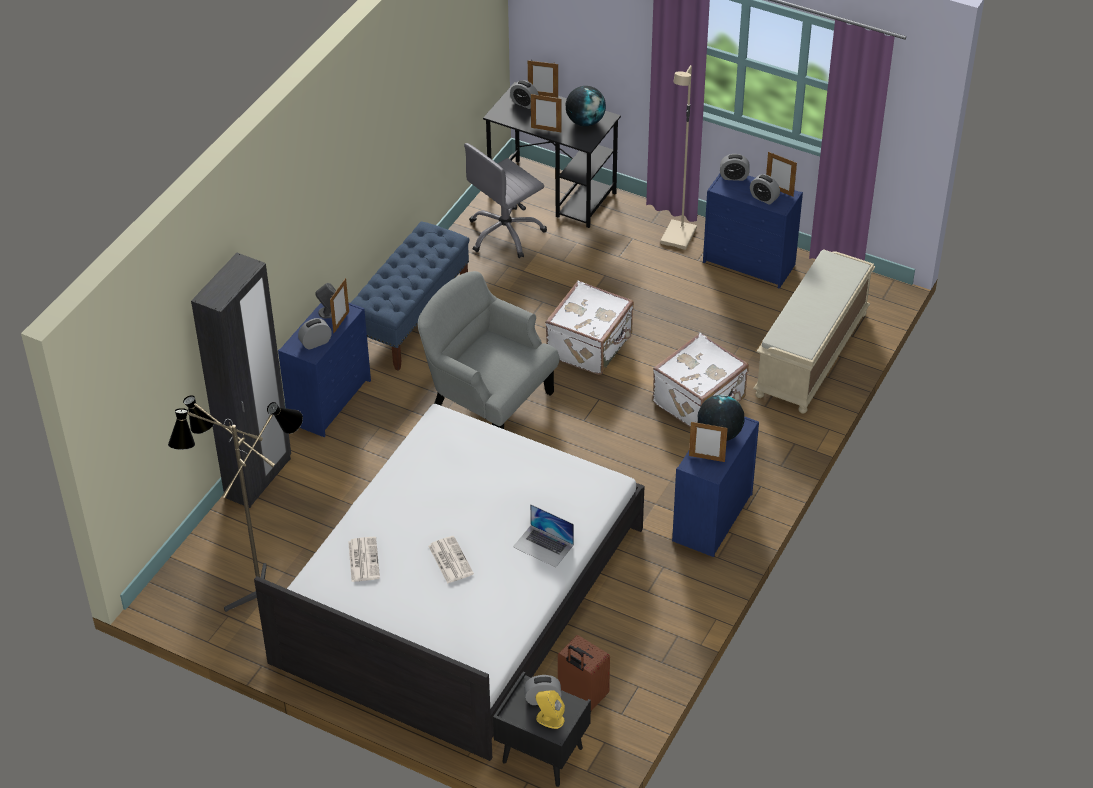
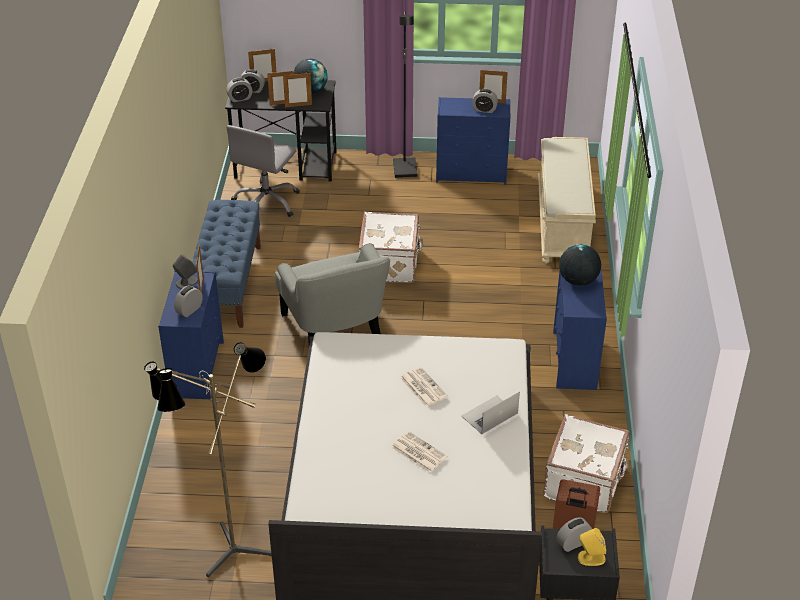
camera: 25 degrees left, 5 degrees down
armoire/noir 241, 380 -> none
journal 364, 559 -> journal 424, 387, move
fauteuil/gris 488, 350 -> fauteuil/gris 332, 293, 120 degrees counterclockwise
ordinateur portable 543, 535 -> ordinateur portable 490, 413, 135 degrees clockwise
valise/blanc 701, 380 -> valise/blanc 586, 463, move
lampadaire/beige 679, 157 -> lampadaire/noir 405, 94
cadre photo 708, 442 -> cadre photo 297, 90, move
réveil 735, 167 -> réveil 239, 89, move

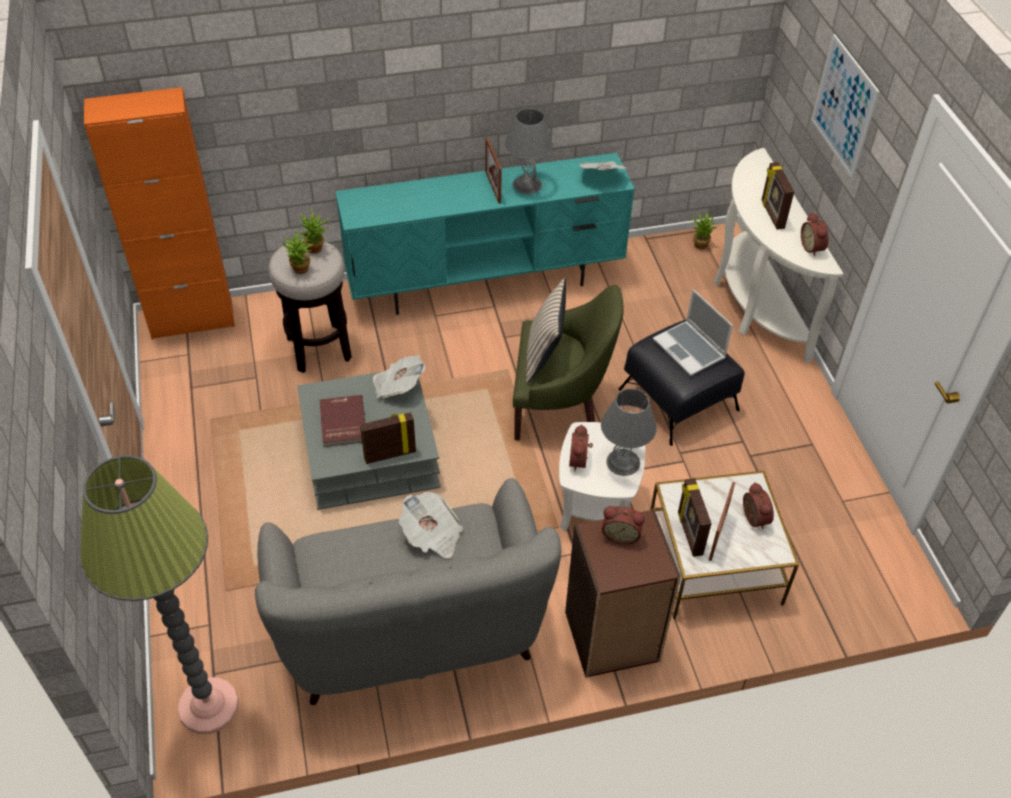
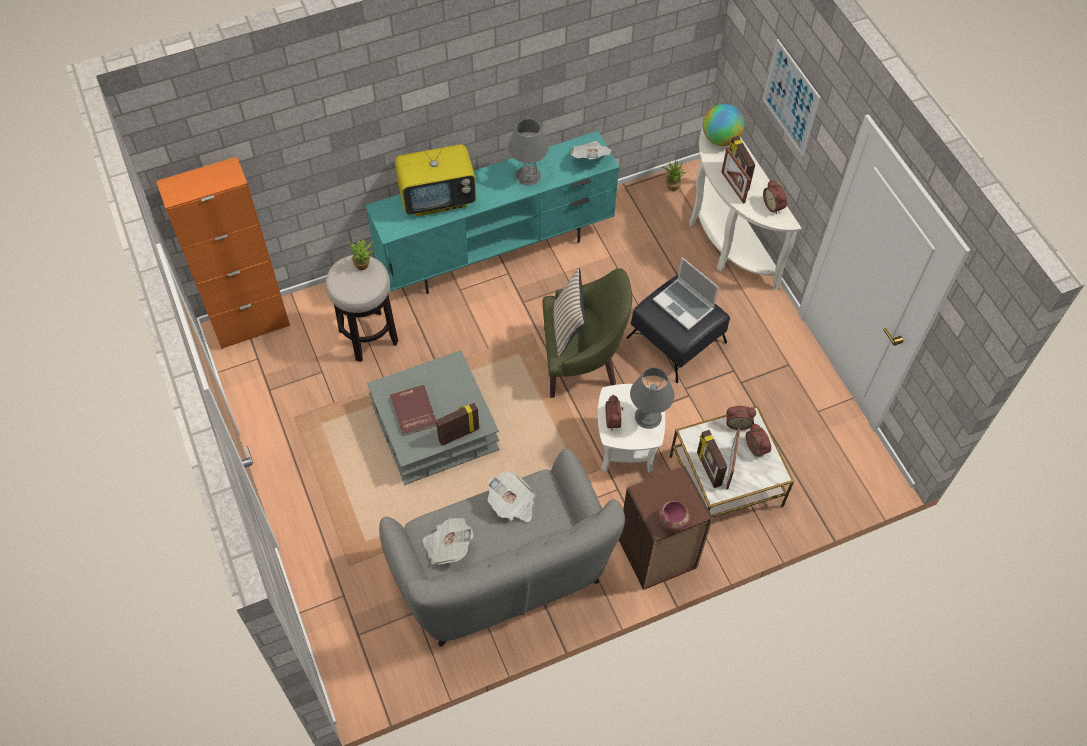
camera: 10 degrees left, 10 degrees up
lampadaire 159, 594 -> none
plante en pot 298, 251 -> none
journal 399, 376 -> journal 447, 541, move
cadre photo 493, 170 -> cadre photo 736, 175, move
réveil 623, 525 -> réveil 741, 418, move
none -> téléviseur 435, 177
none -> bol 674, 516
none -> globe 724, 125

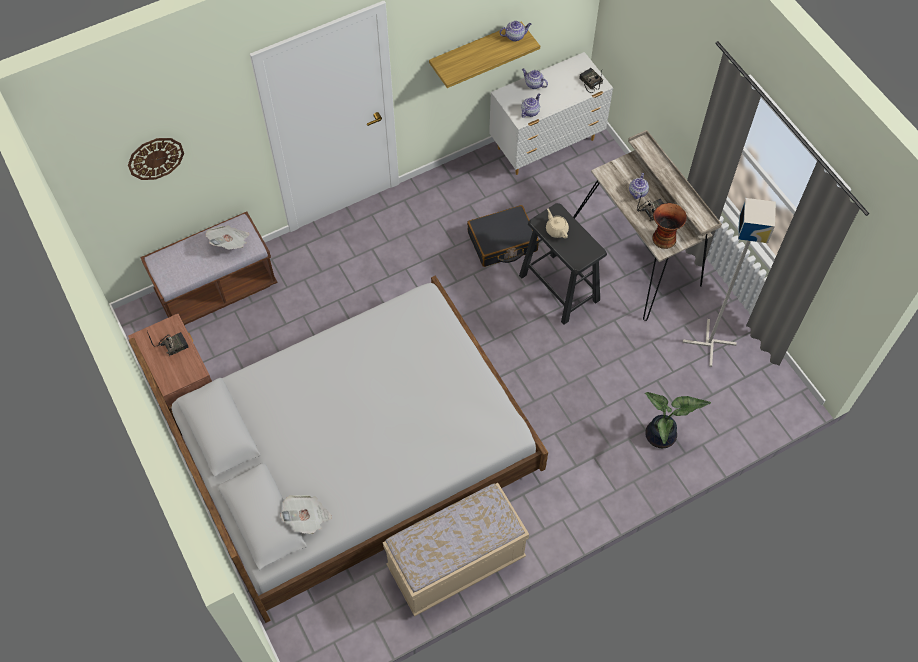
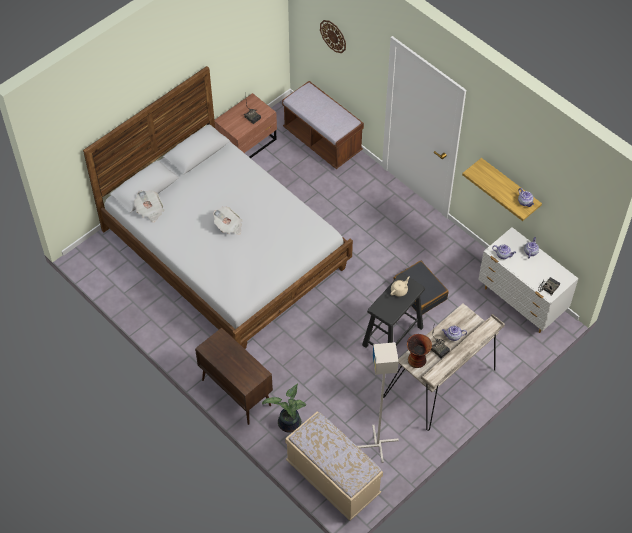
camera: 75 degrees right, 5 degrees down
journal 228, 237 -> journal 227, 221, move
banc/beige 456, 550 -> banc/beige 334, 466, move
none -> meuble de rangement/marron 234, 376

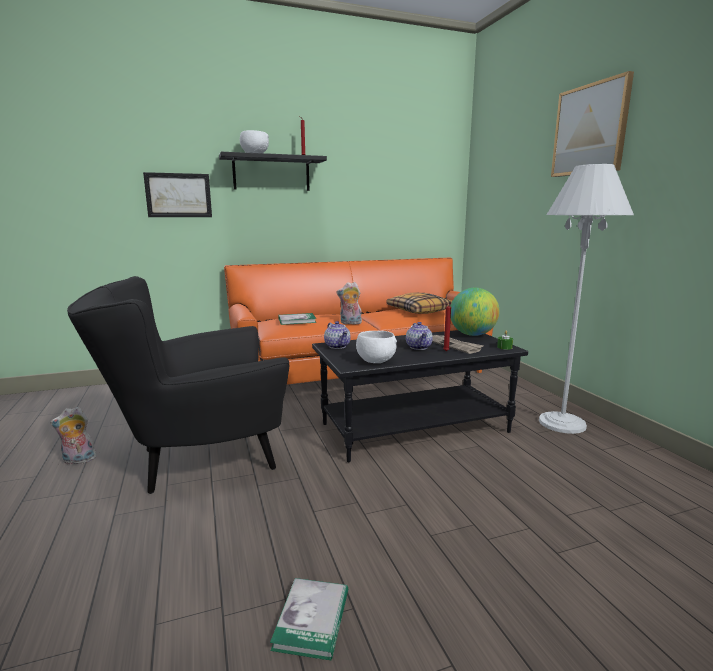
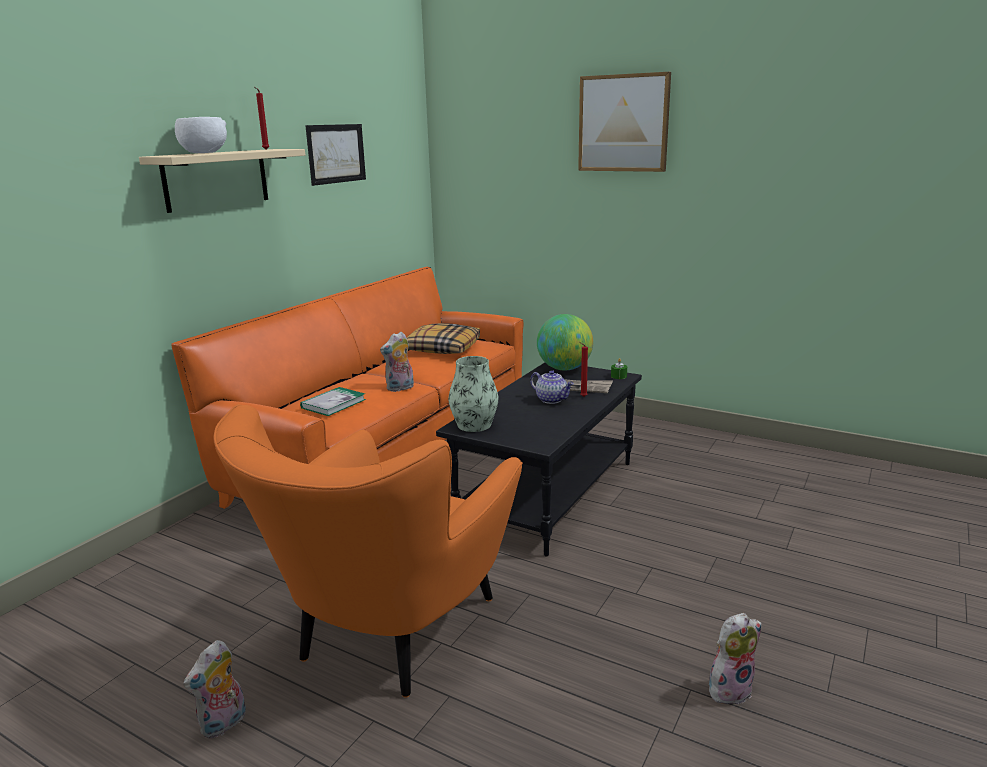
camera: 40 degrees left, 5 degrees up
fauteuil/noir 178, 385 -> fauteuil/orange 368, 551
tableau 177, 194 -> tableau 335, 155, move
étagère/noir 273, 171 -> étagère/beige 222, 181
livre 309, 619 -> peluche 735, 658
théière 337, 335 -> vase 473, 394
bol/blanc 376, 347 -> none
lampadaire/blanc 586, 299 -> none

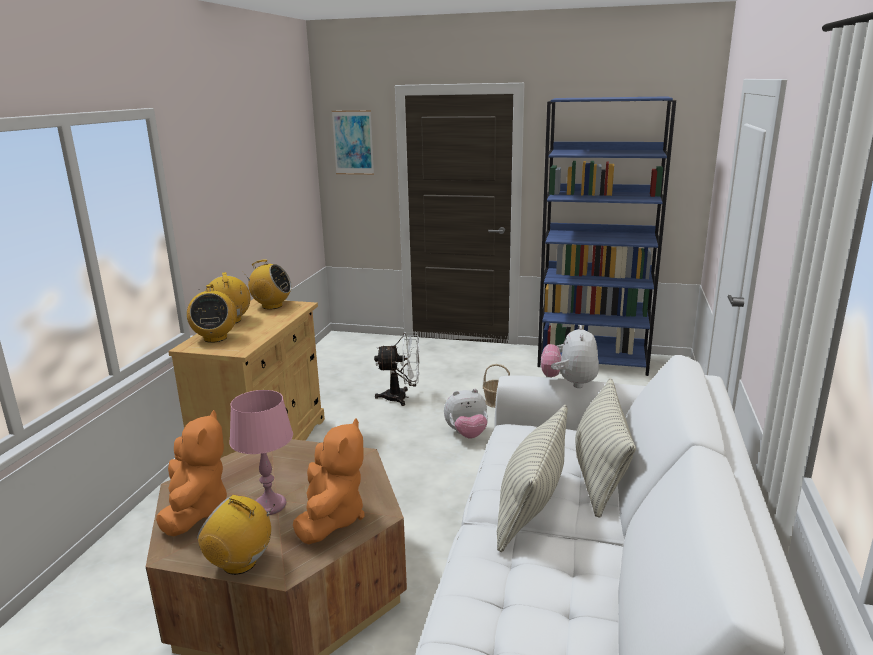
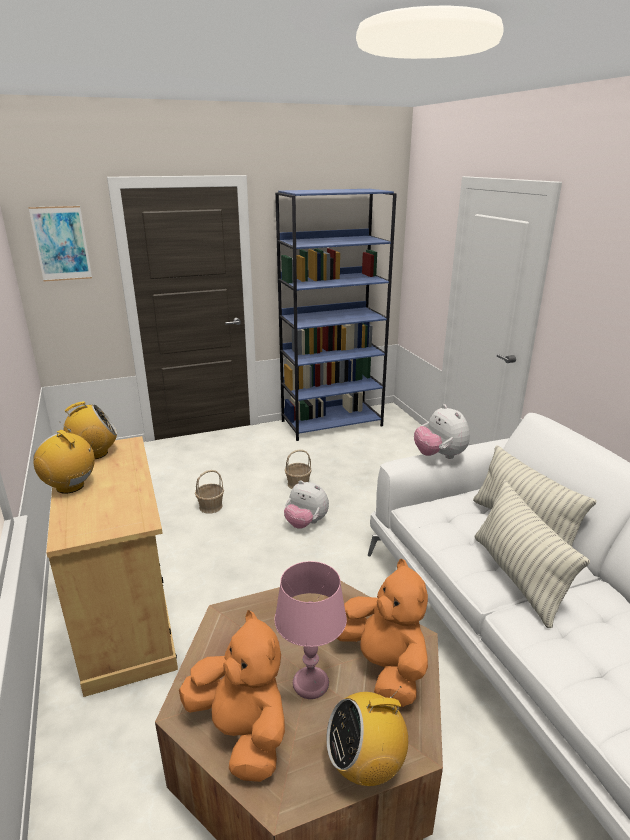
camera: 35 degrees left, 5 degrees up
radio 212, 313 -> none
ventilateur/blanc 397, 369 -> panier 209, 492
peluche 466, 413 -> peluche 306, 504, 75 degrees clockwise

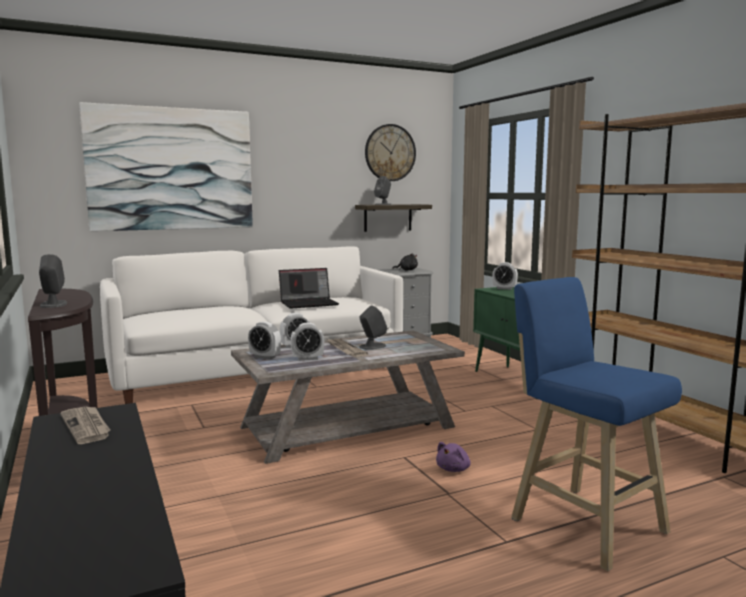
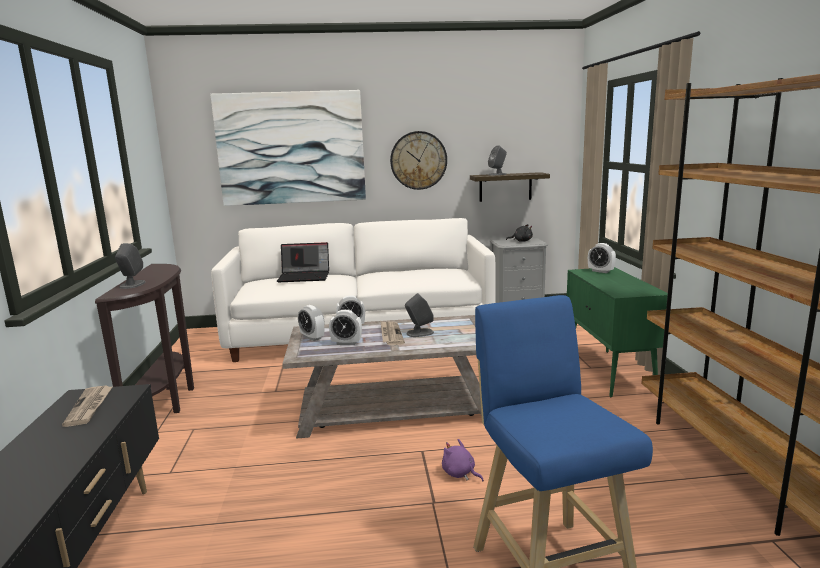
camera: 20 degrees right, 5 degrees up
ordinateur portable 309, 288 -> ordinateur portable 303, 262, move
horloge murale 390, 152 -> horloge murale 418, 160, move
peluche/violet 453, 457 -> peluche/violet 463, 460, 75 degrees clockwise

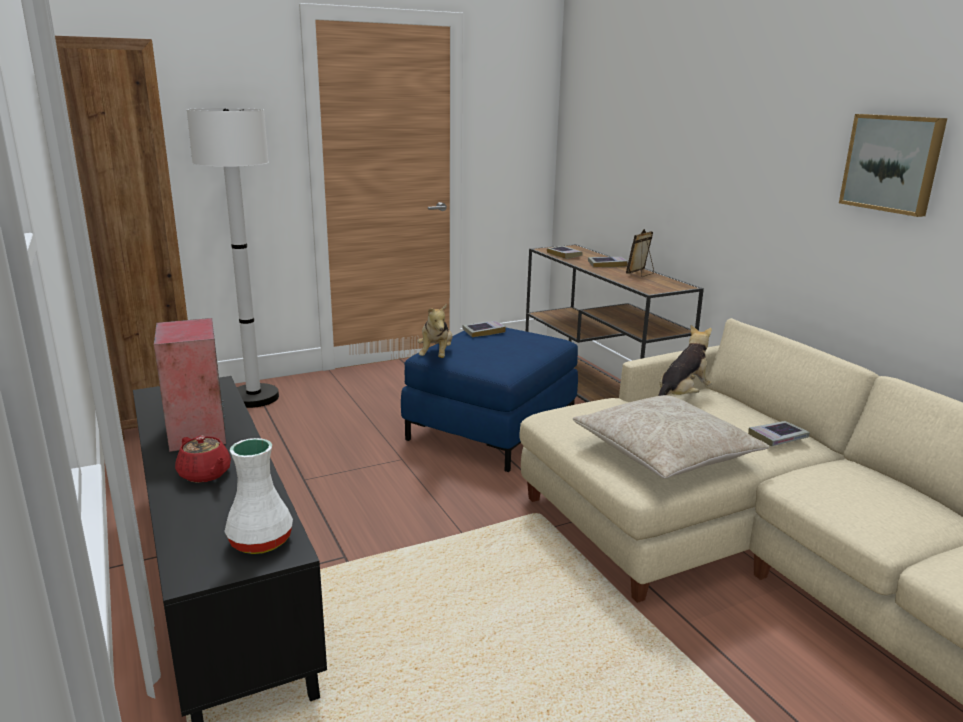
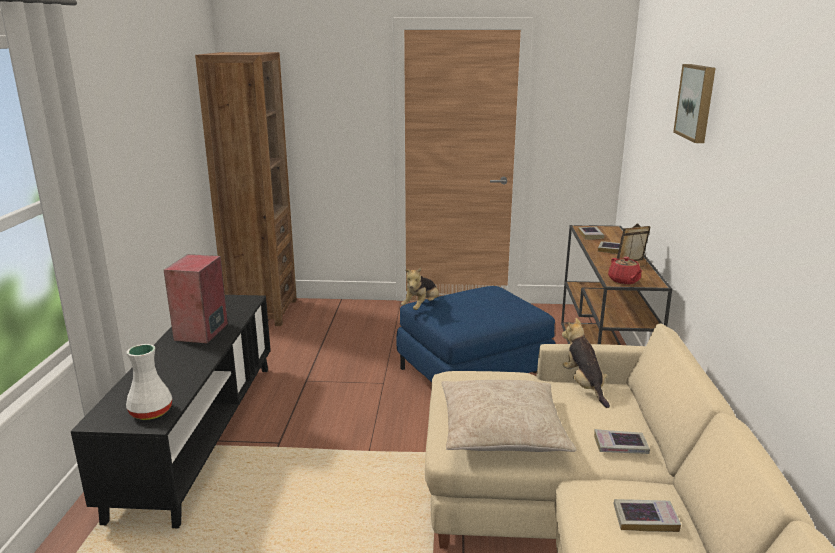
camera: 30 degrees right, 0 degrees up
théière/rouge 203, 459 -> théière/rouge 625, 270, move
lampadaire/blanc 233, 258 -> none
livre 484, 329 -> livre 647, 515, move
peluche 685, 360 -> peluche 586, 363, 90 degrees counterclockwise
tableau 893, 165 -> tableau 694, 103, move

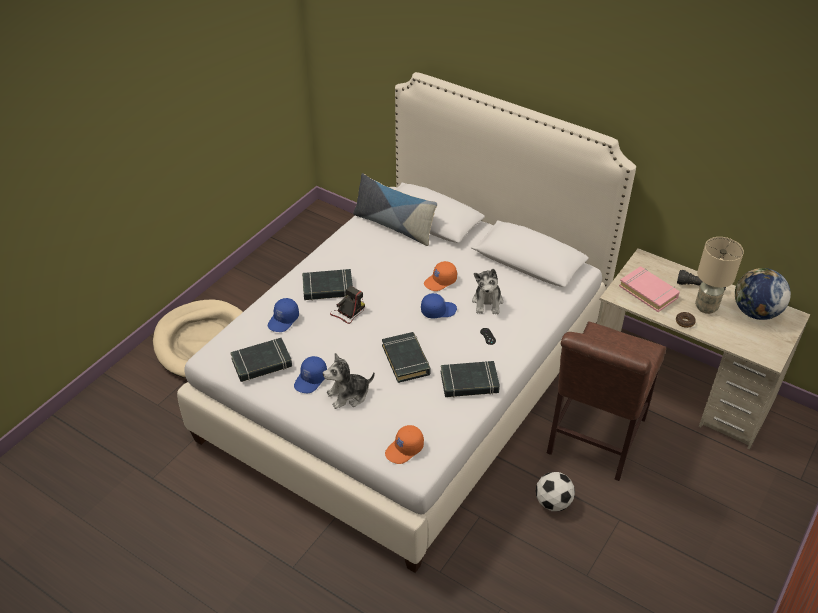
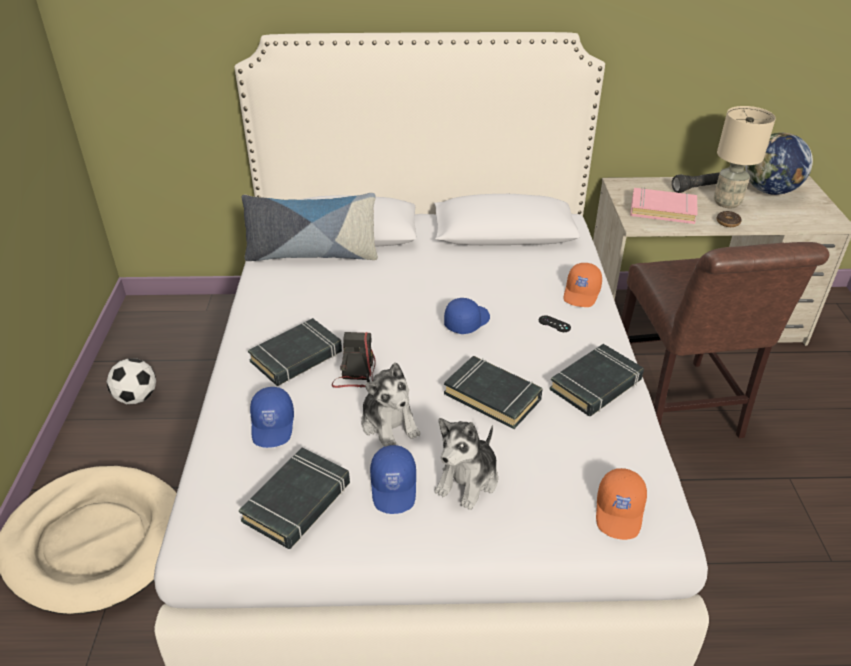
camera: 35 degrees left, 5 degrees down
casquette/orange 440, 276 -> casquette/orange 583, 285, move
peluche 487, 291 -> peluche 390, 404, move
ballon de foot 555, 491 -> ballon de foot 131, 381, move

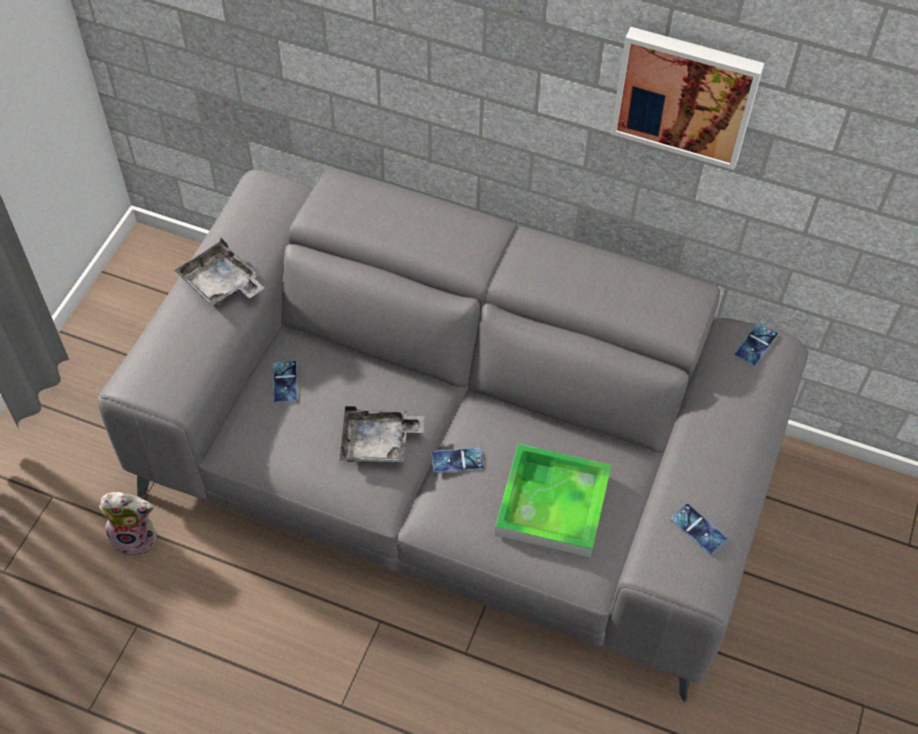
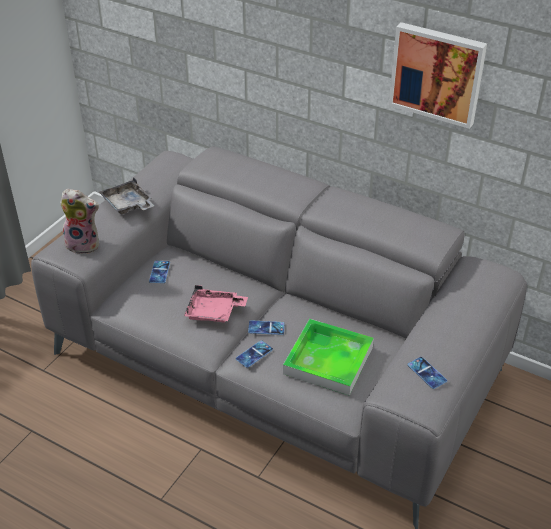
camera: 10 degrees right, 15 degrees down
peluche 128, 524 -> peluche 79, 221, move
plateau/gris 382, 434 -> plateau/rose 216, 304
téléphone 756, 344 -> téléphone 254, 354, move

